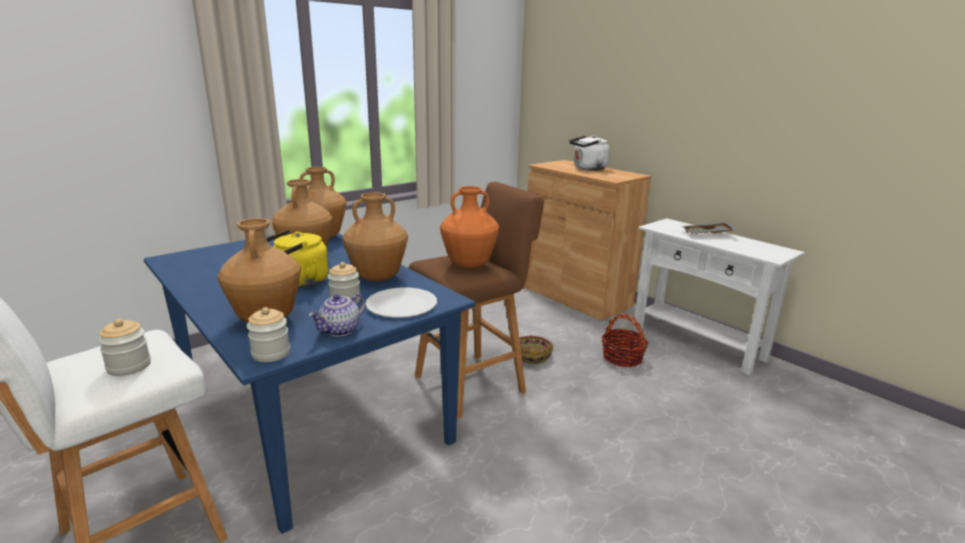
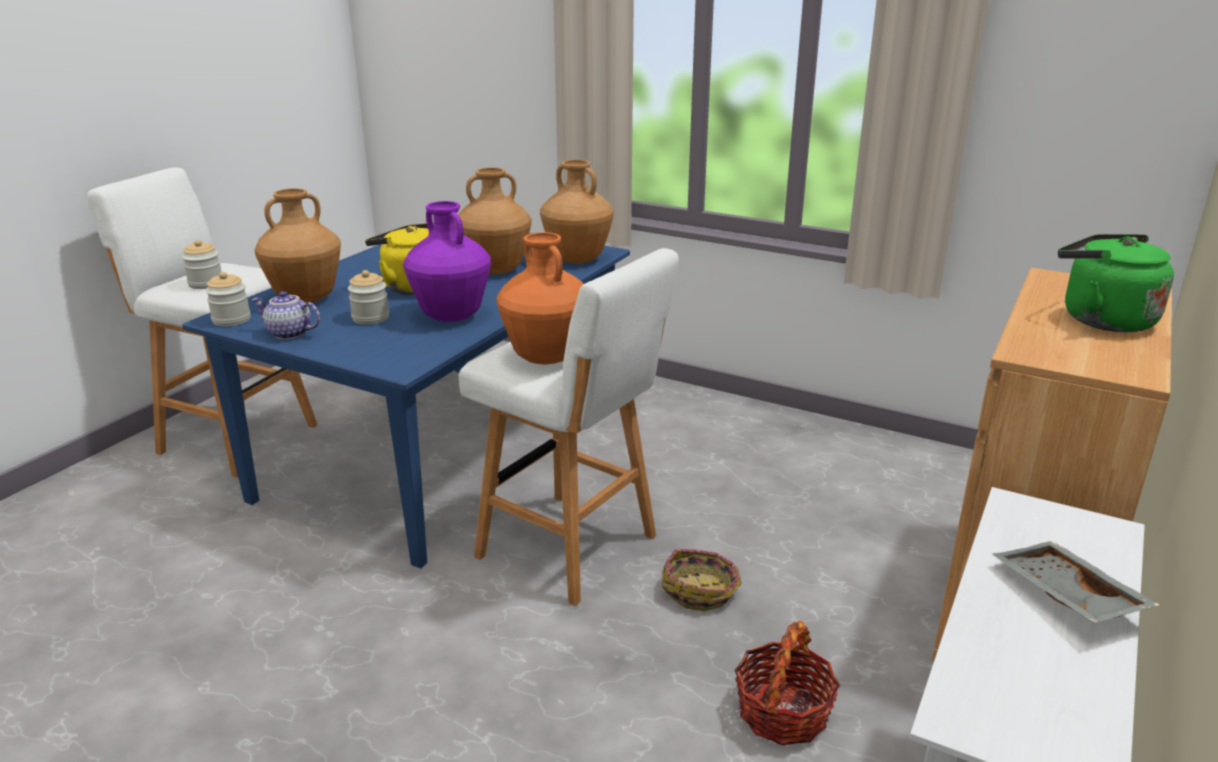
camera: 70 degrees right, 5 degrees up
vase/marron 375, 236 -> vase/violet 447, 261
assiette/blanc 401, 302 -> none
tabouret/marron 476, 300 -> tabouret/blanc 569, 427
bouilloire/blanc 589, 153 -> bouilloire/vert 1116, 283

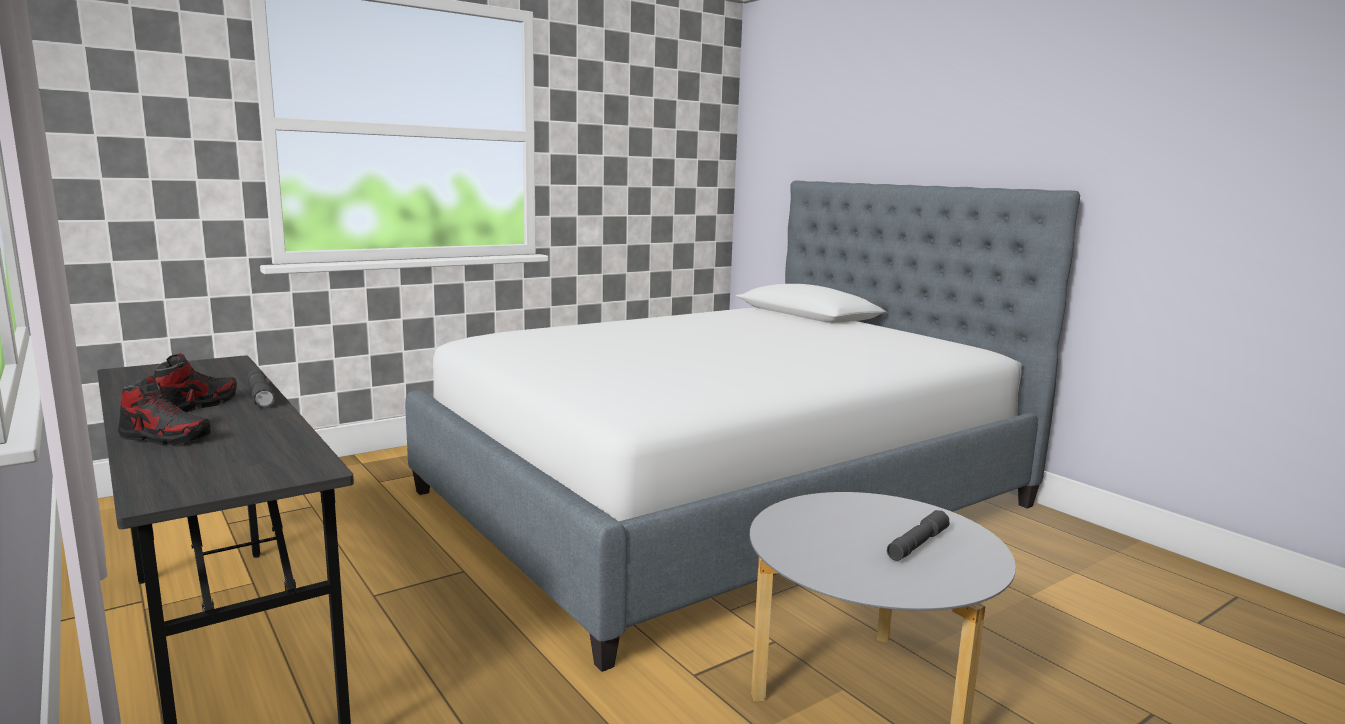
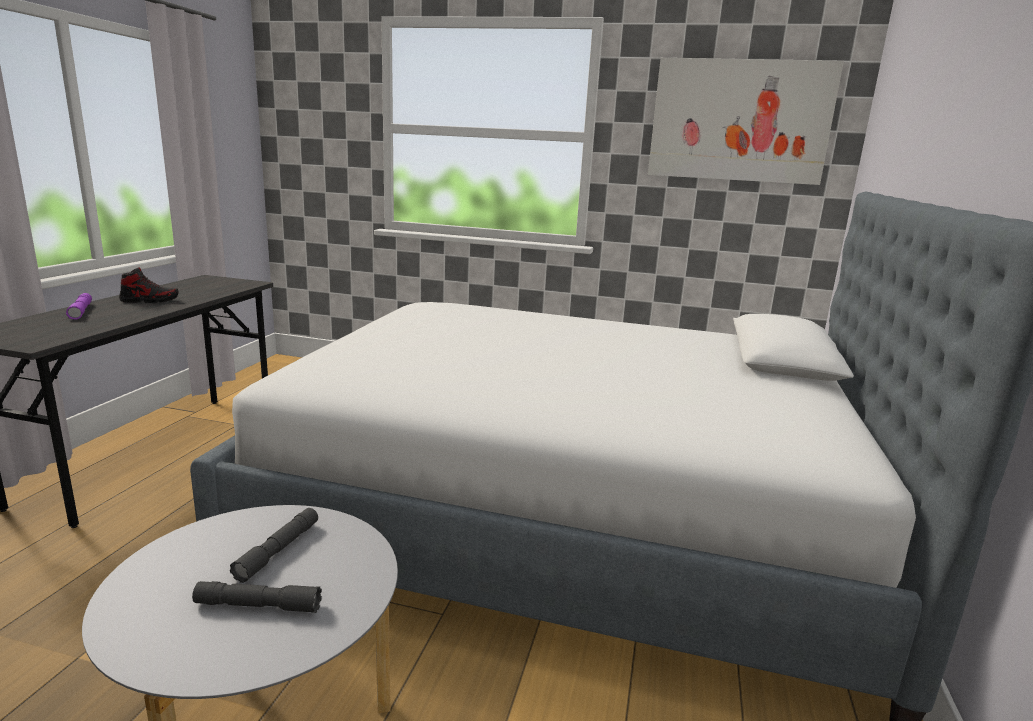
camera: 50 degrees right, 5 degrees up
chaussure 164, 410 -> lampe de poche/violet 79, 306
lampe de poche/gris 261, 389 -> lampe de poche/gris 274, 545, move
none -> tableau 746, 121

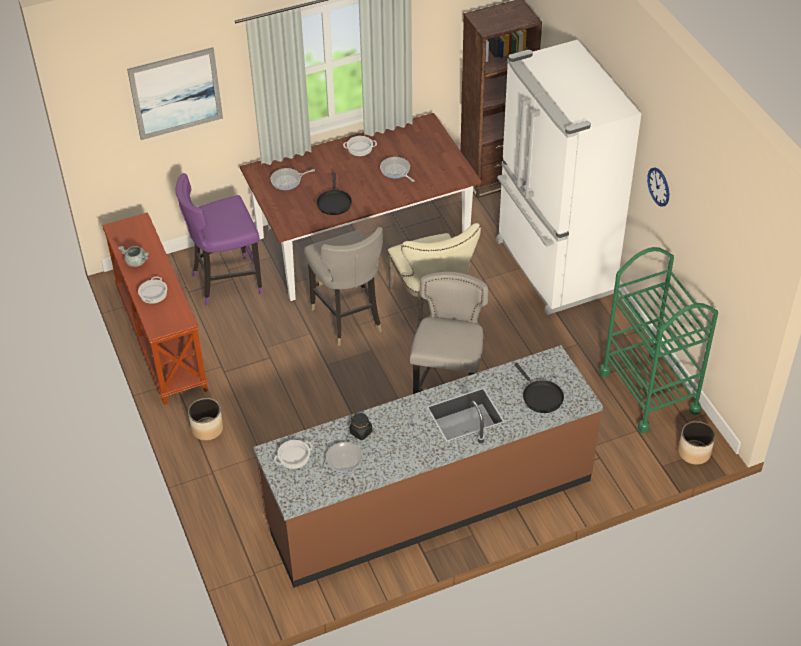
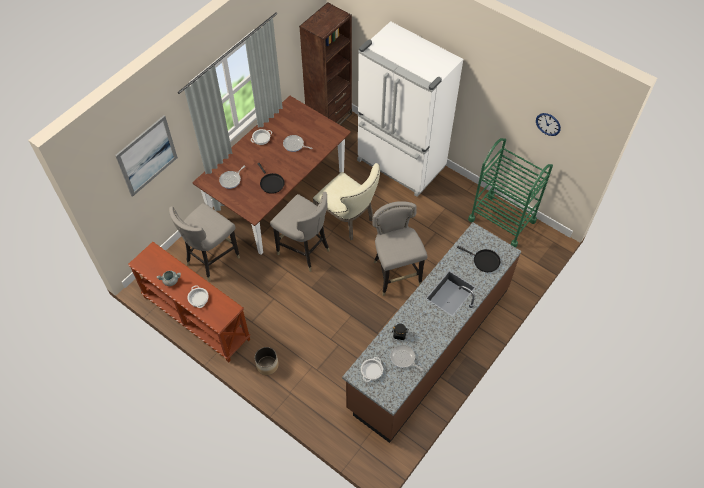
camera: 30 degrees left, 10 degrees up
tabouret/violet 219, 239 -> tabouret/gris 204, 242
horloge murale 658, 187 -> horloge murale 548, 124, move
cache-pot 696, 443 -> none

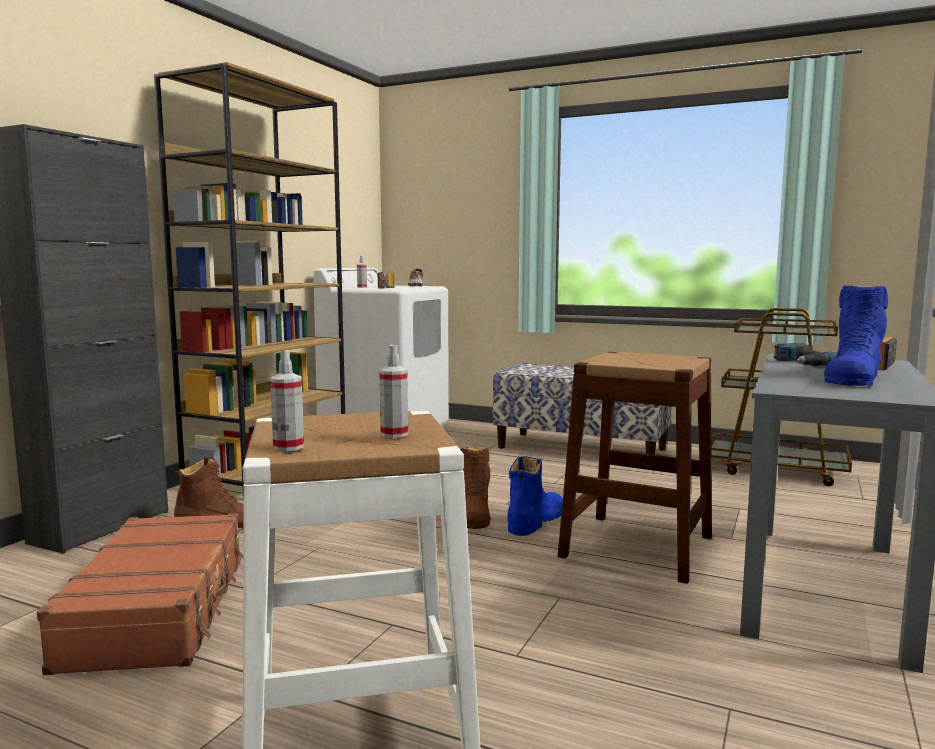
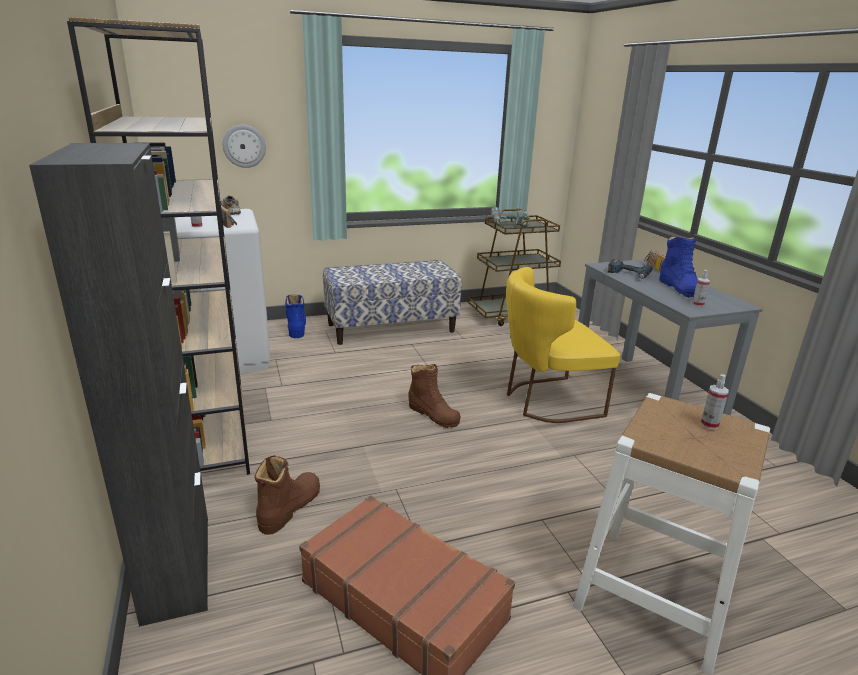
camera: 45 degrees left, 15 degrees up
vaporisateur 287, 400 -> vaporisateur 701, 288, move
botte/bleu 535, 496 -> botte/bleu 295, 316, move
tabouret/marron 634, 468 -> chaise/jaune 563, 345
none -> horloge murale 244, 146
none -> perceuse 510, 218

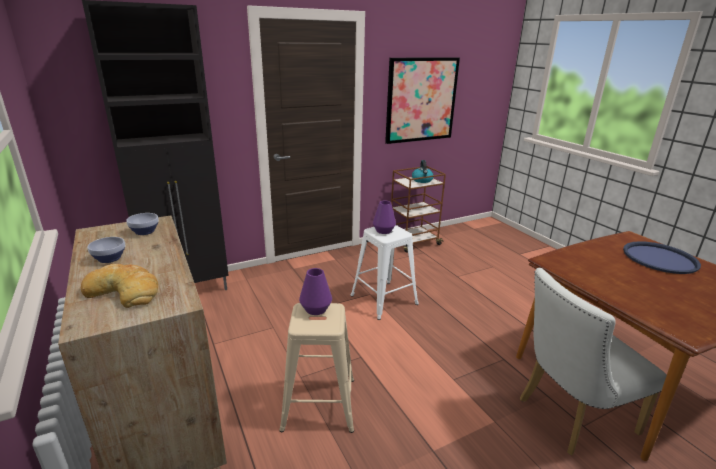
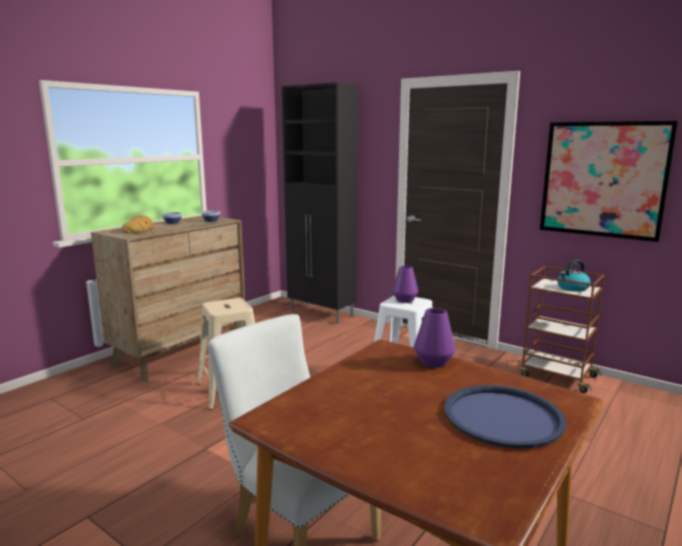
camera: 65 degrees right, 10 degrees down
vase/violet 315, 291 -> vase/violet 435, 338, move

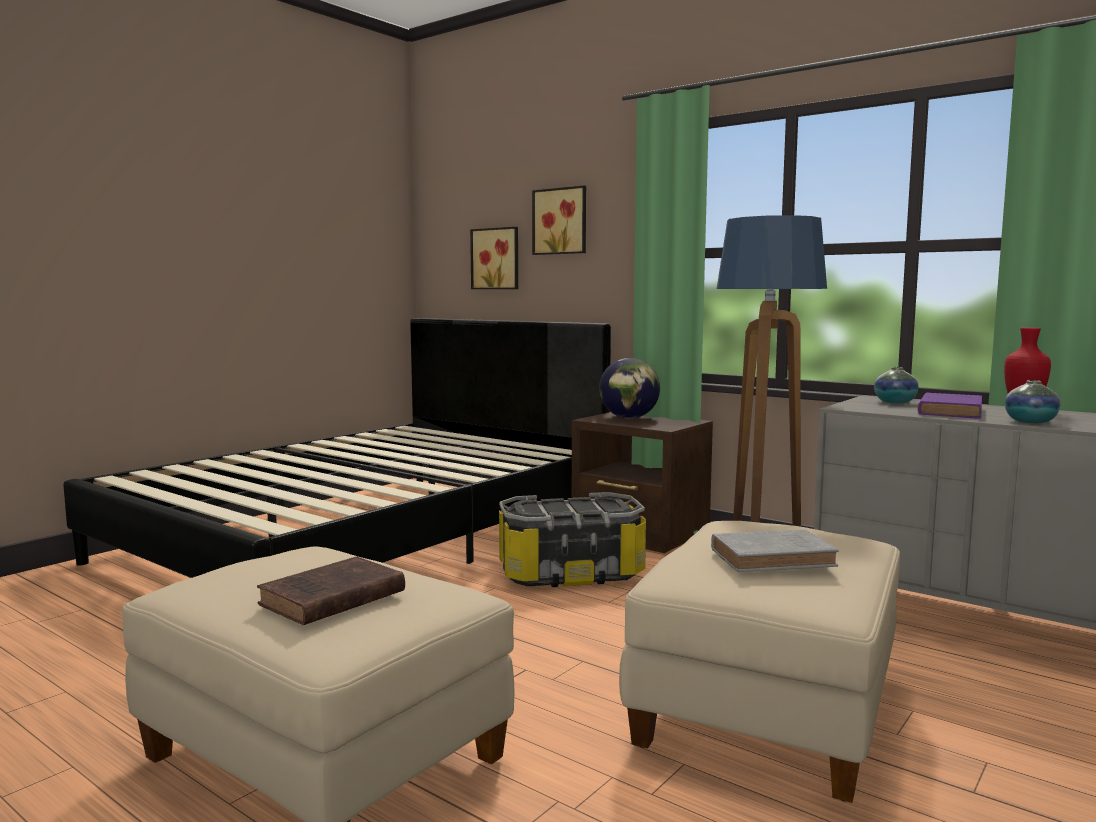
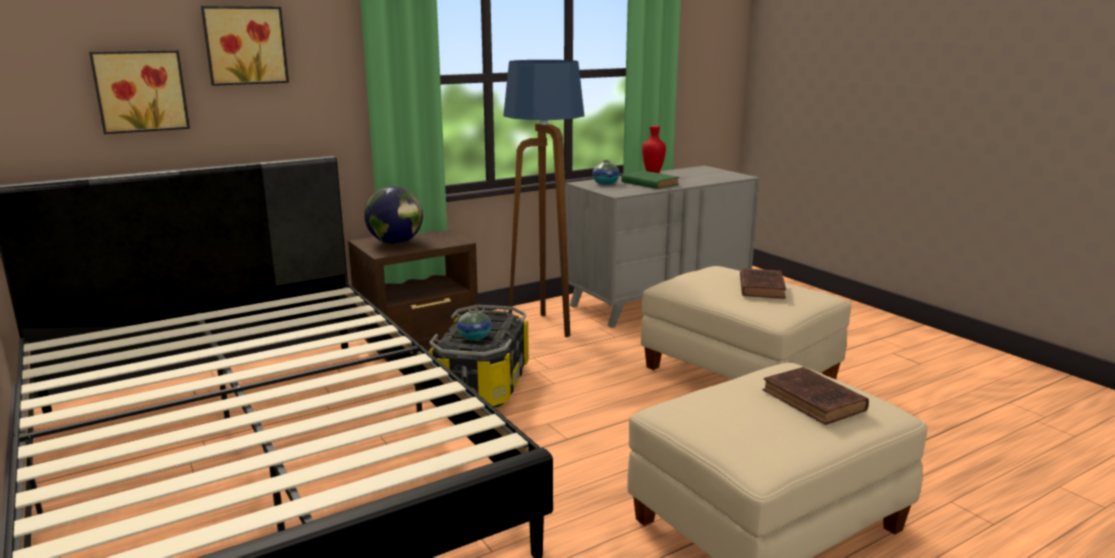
camera: 70 degrees left, 10 degrees up
livre/gris 775, 550 -> livre/marron 763, 283
livre/violet 950, 406 -> livre/vert 650, 179
vase 1033, 401 -> vase 474, 324, move

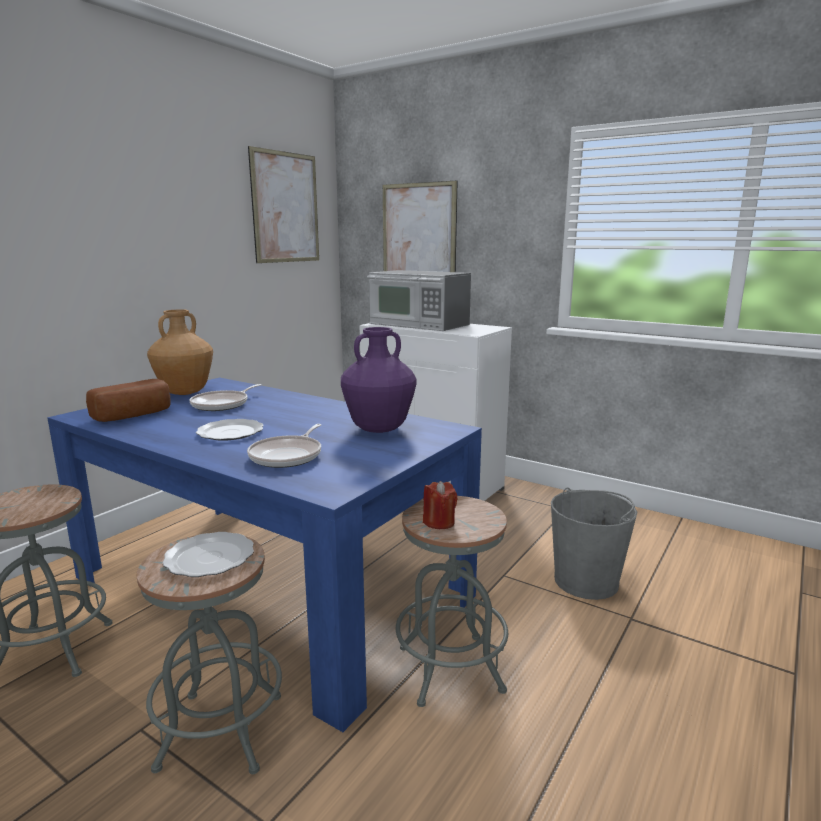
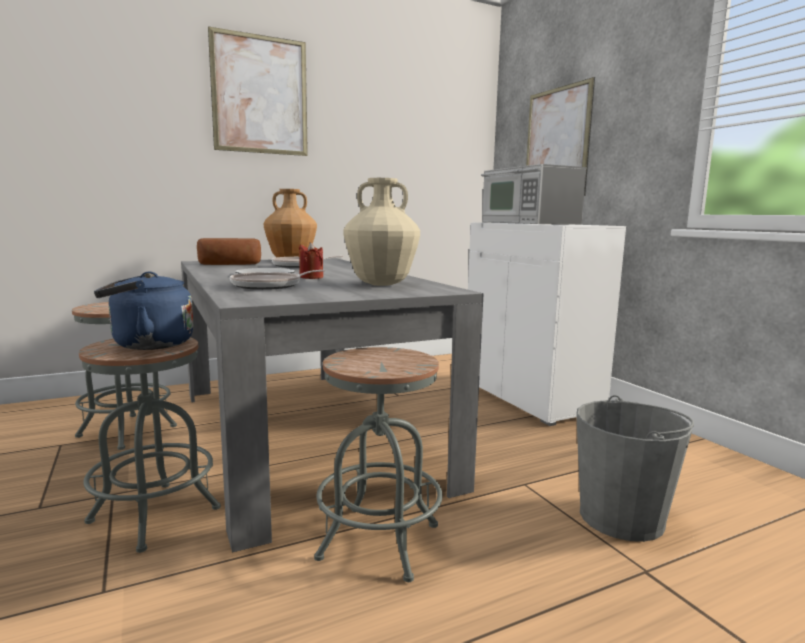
camera: 30 degrees right, 5 degrees down
table à manger/bleu 264, 554 -> table à manger/gris 332, 405
assiette 208, 554 -> bouilloire/bleu 144, 311
tableau 283, 204 -> tableau 258, 91, move
vase/violet 379, 380 -> vase/beige 381, 232
bougie/rouge 440, 505 -> bougie/rouge 311, 260, move

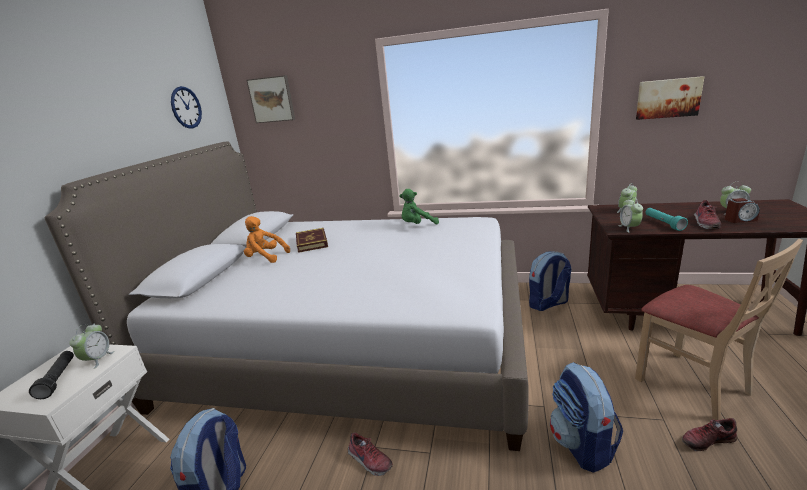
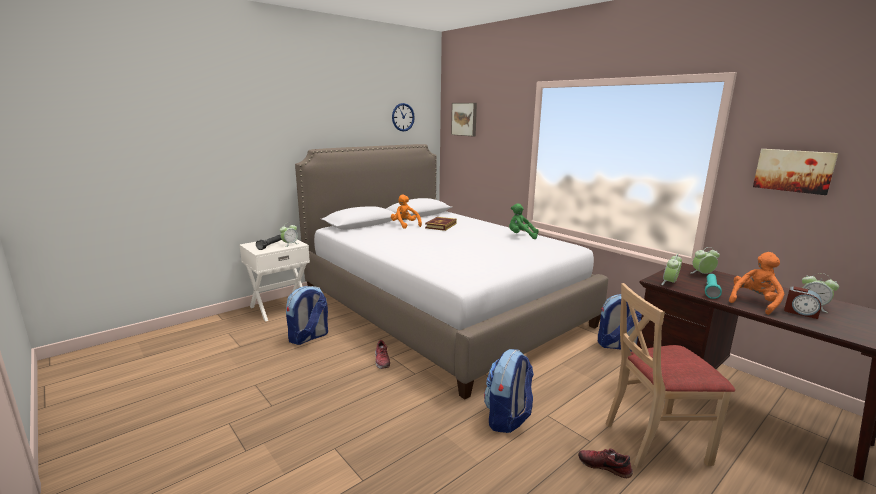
camera: 35 degrees right, 5 degrees down
chaise/beige 719, 329 -> chaise/beige 670, 375, 75 degrees clockwise
chaussure 707, 214 -> peluche/orange 756, 283

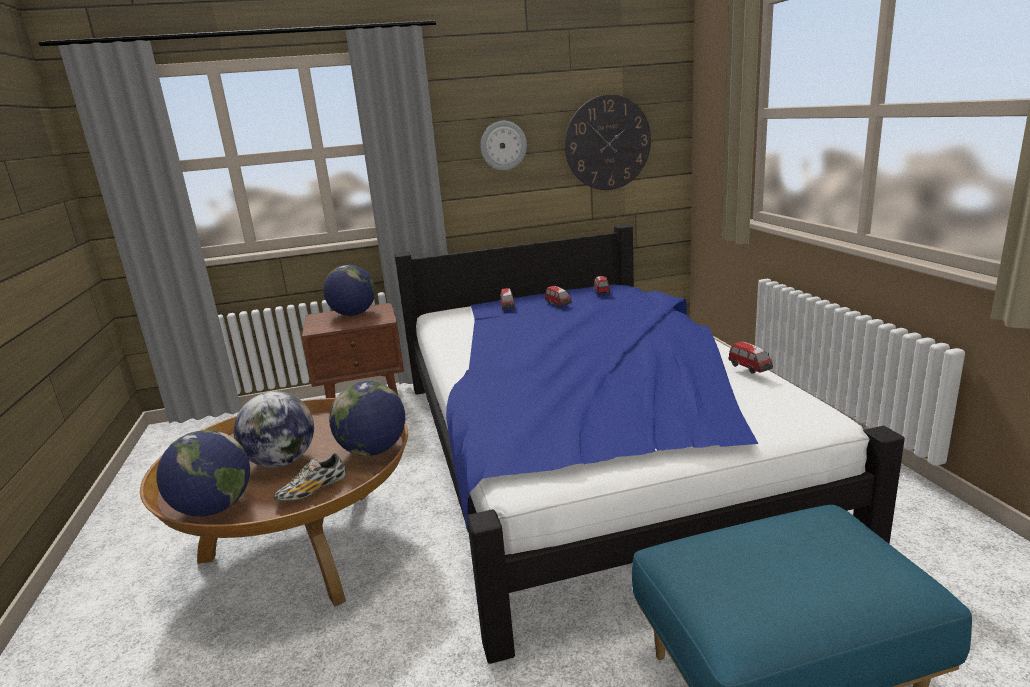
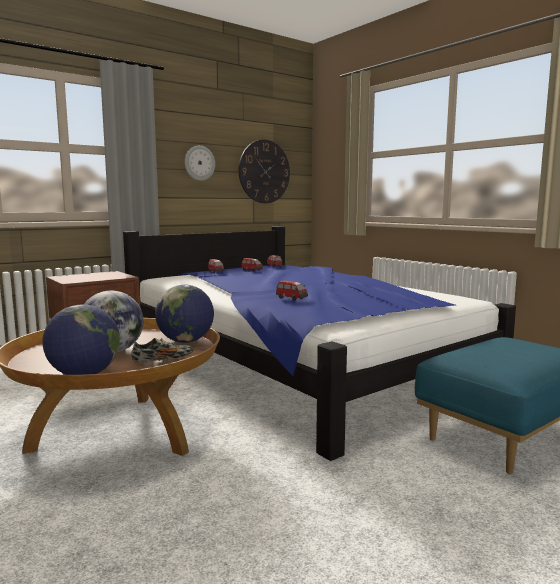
camera: 25 degrees left, 10 degrees down
chaussure 309, 477 -> chaussure 162, 350, 135 degrees counterclockwise
globe 349, 290 -> none
petite voiture 751, 357 -> petite voiture 292, 290, move

